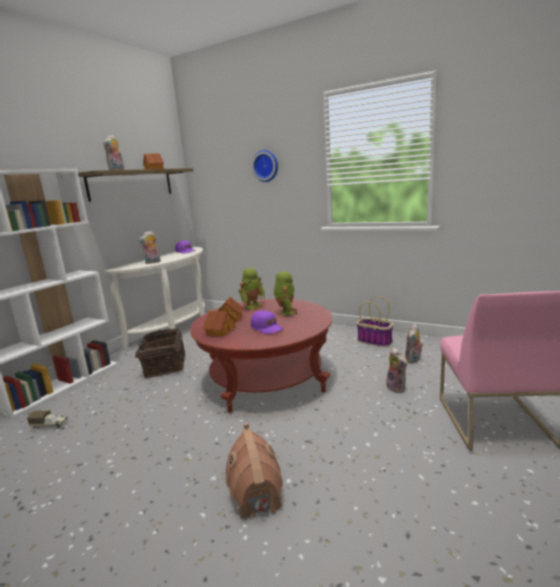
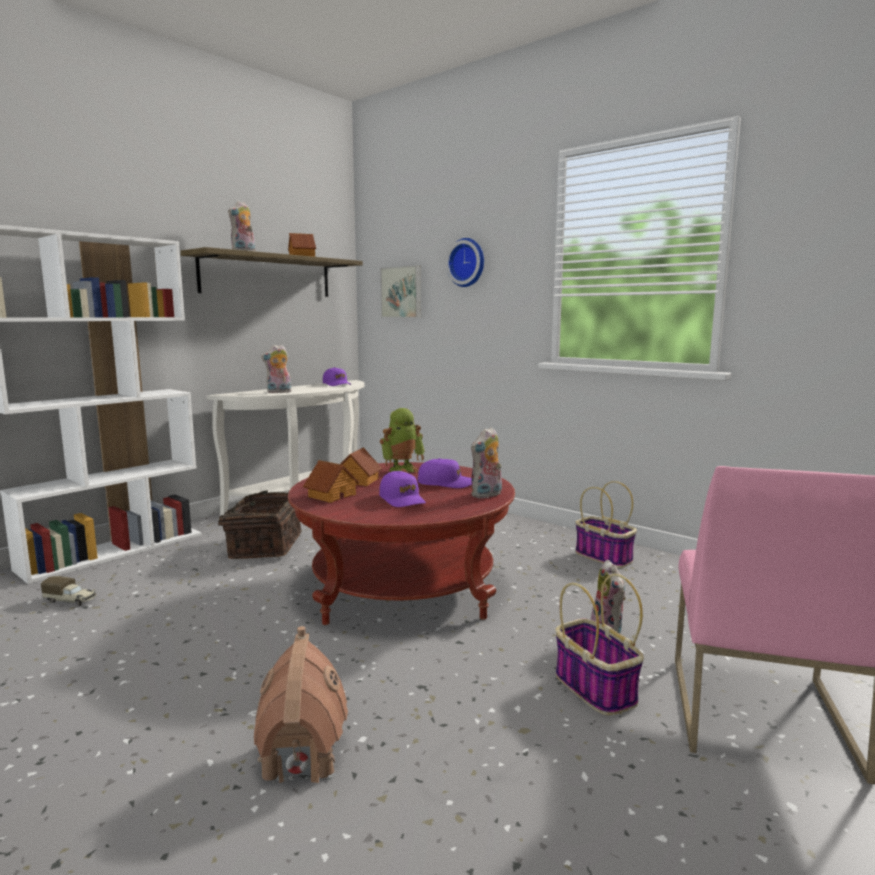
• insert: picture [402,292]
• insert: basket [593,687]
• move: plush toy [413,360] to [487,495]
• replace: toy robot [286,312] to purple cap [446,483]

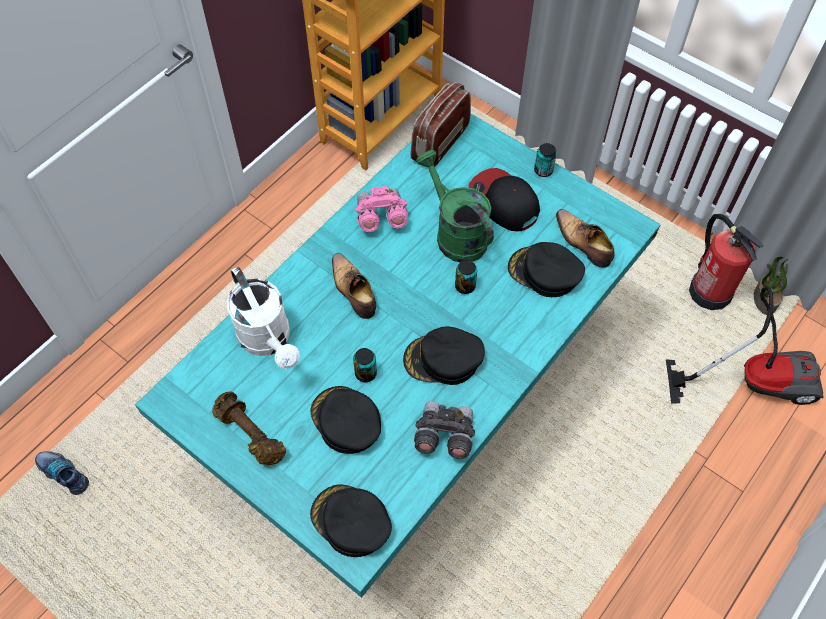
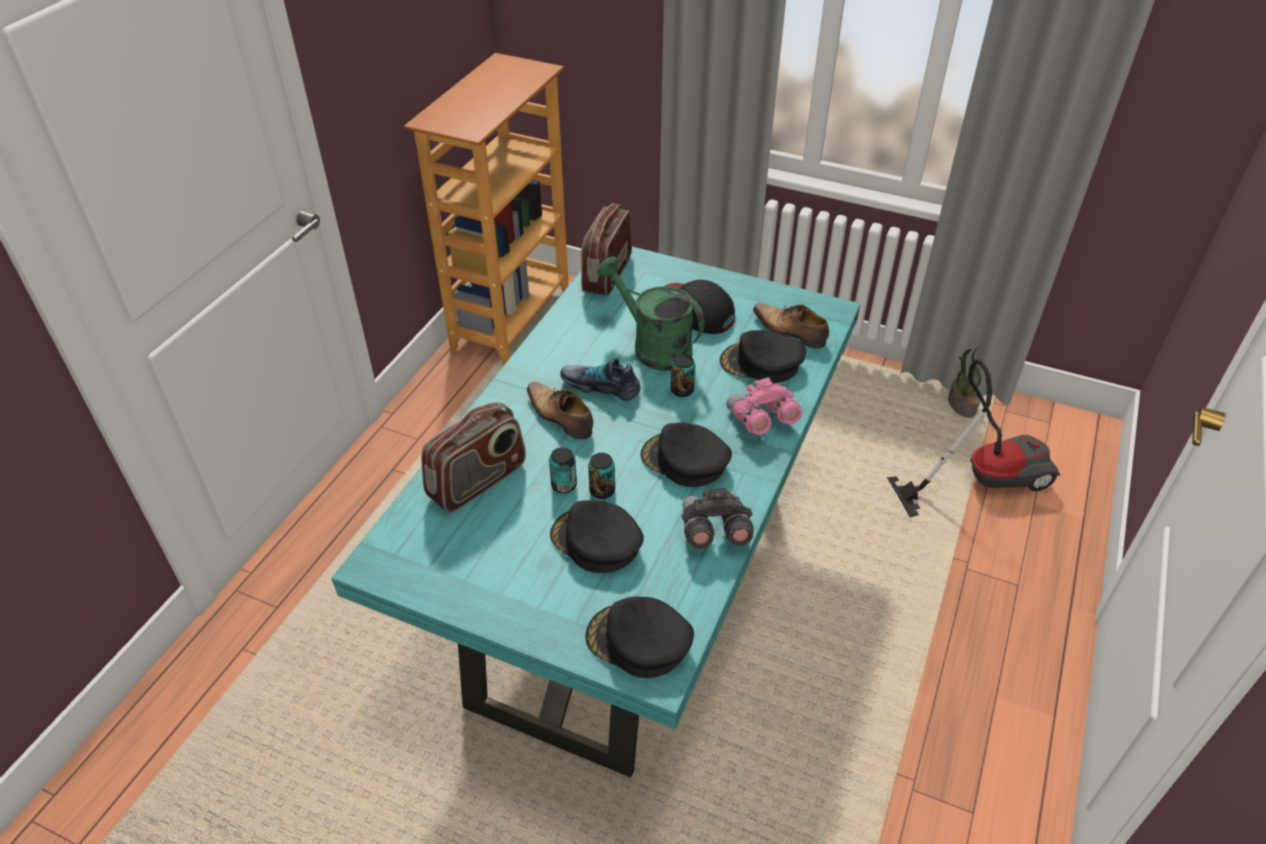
• delete: brown dumbbell [249,435]
• delete: fire extinguisher [709,291]
• move: shoe [64,473] to [601,386]
• move: pink binoculars [380,218] to [761,421]
• move: can [543,170] to [564,485]
• replace: white watering can [269,340] to radio [478,481]
• rotate: black cap [443,360] = [685,461] 45 degrees clockwise

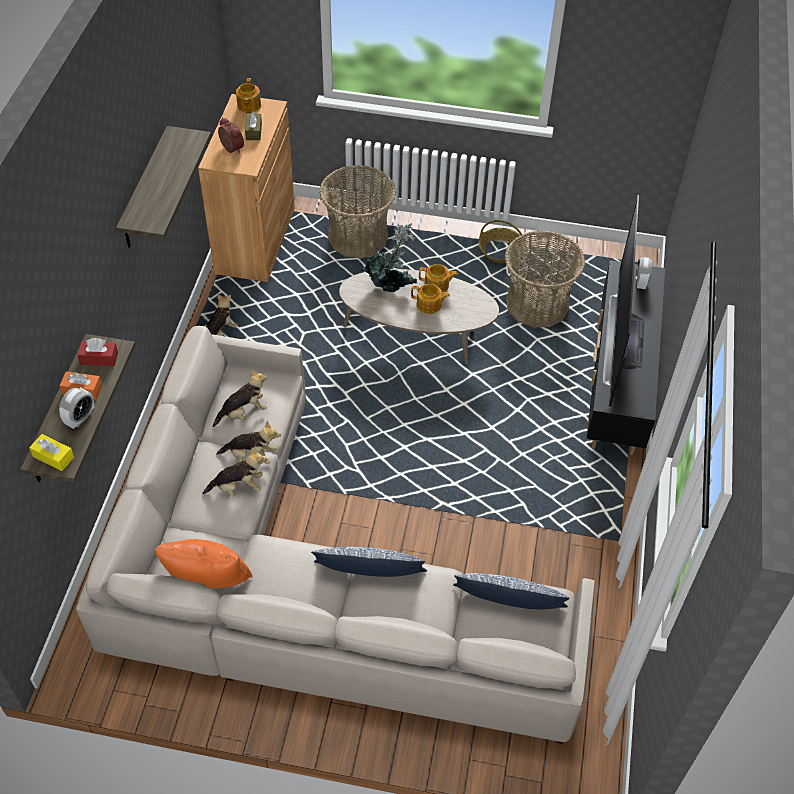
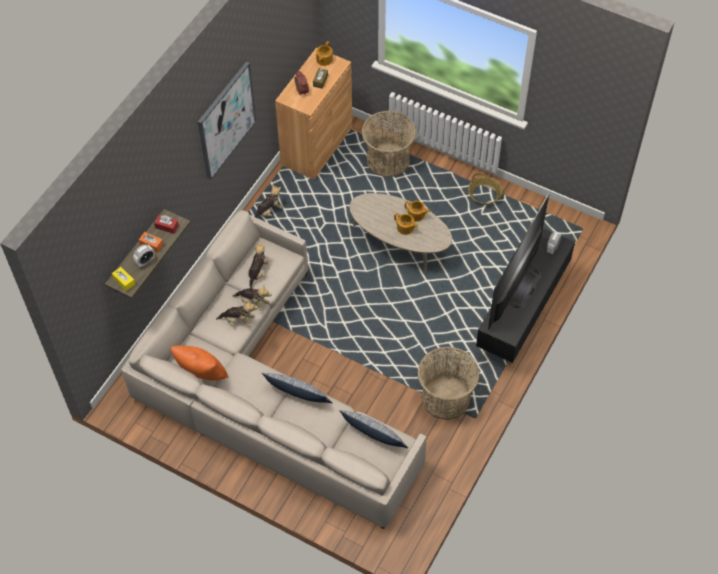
• delete: potted plant [391,285]
• move: basket [537,304] to [446,398]
• replace: shelf [145,190] to picture [226,120]
• rotate: plush toy [243,412] = [258,273] 60 degrees counterclockwise

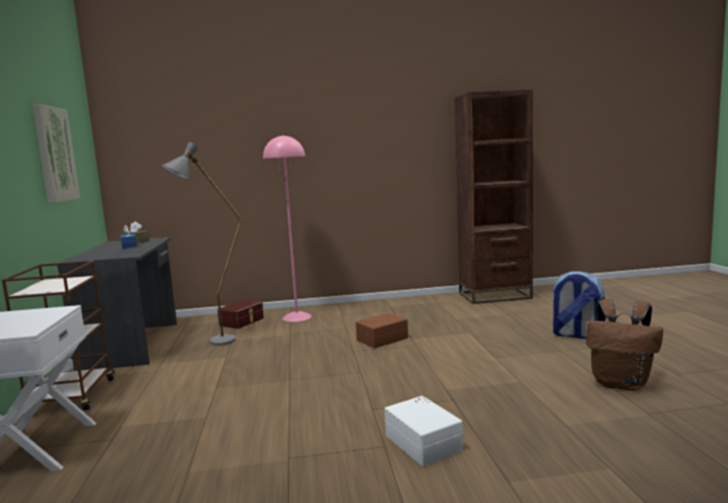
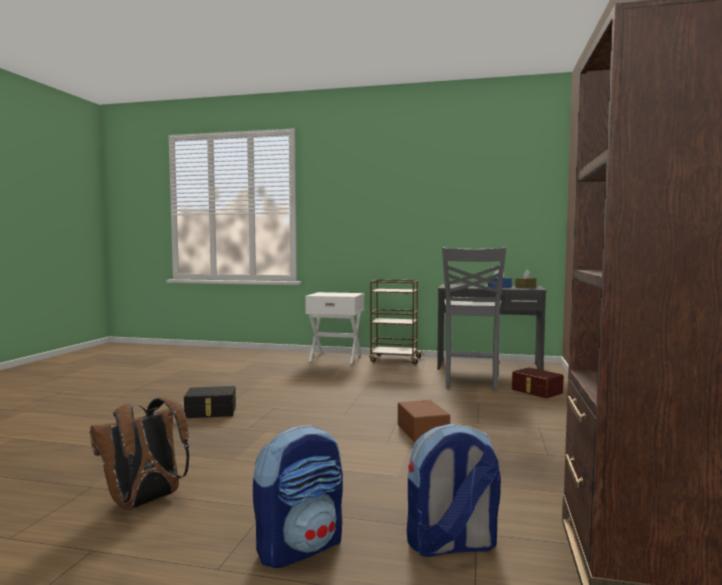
• delete: picture [55,154]
• delete: pink floor lamp [297,317]
• insert: backpack [451,545]
• replace: grey floor lamp [213,343] to grey chair [470,382]
• recolor: white storage box [424,442] to black storage box [211,412]

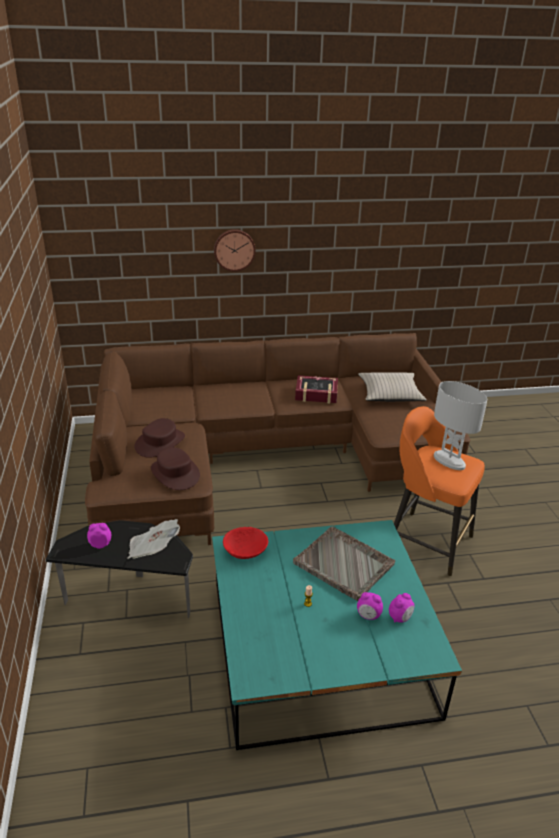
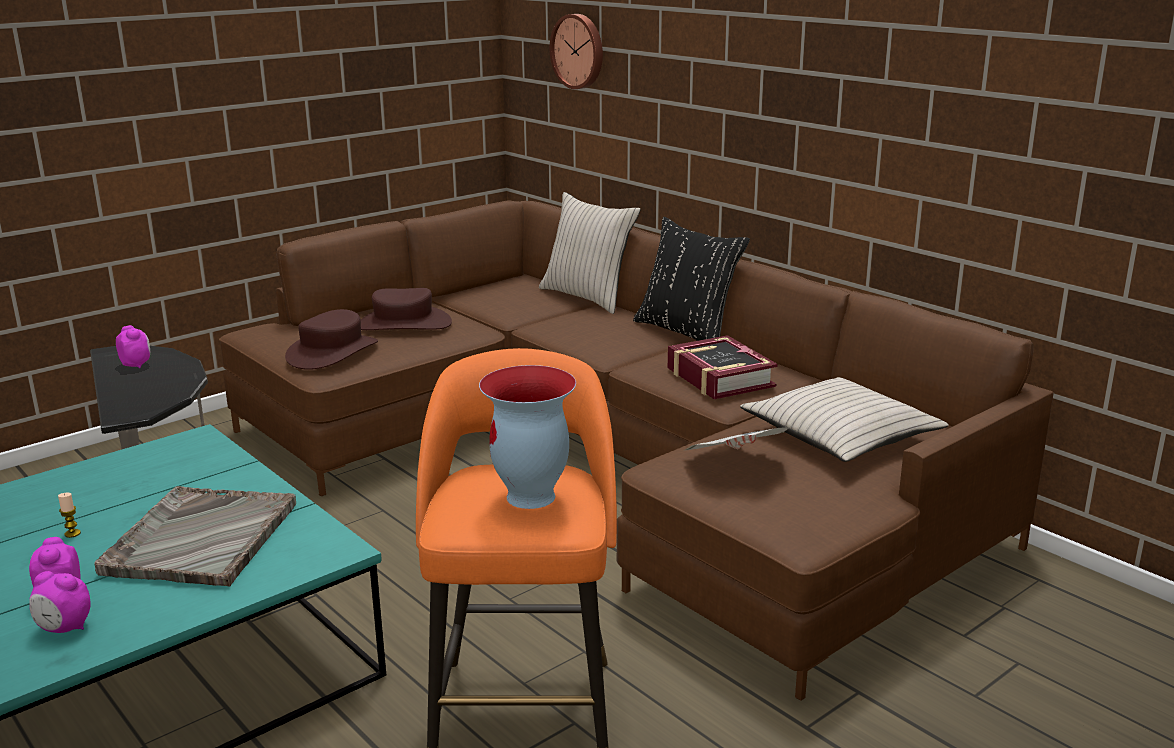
• delete: red bowl [245,551]
• insert: beige pillow [588,297]
• insert: black pillow [687,333]
• move: newspaper [153,550] to [734,465]
• move: wall clock [234,249] to [579,51]
• replace: white table lamp [449,461] to vase [531,497]

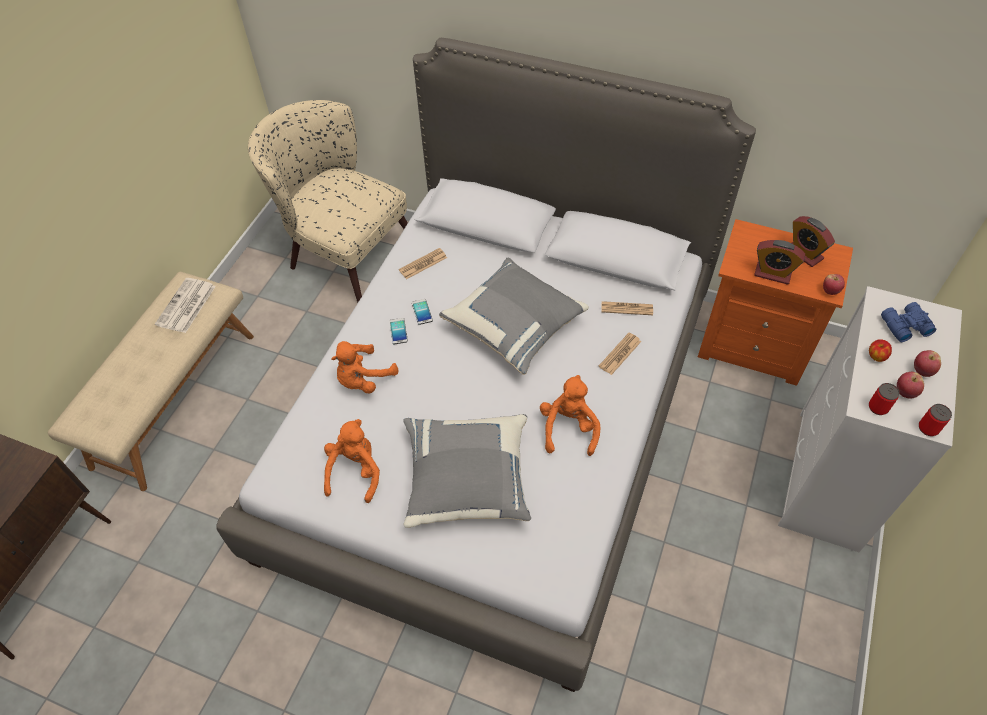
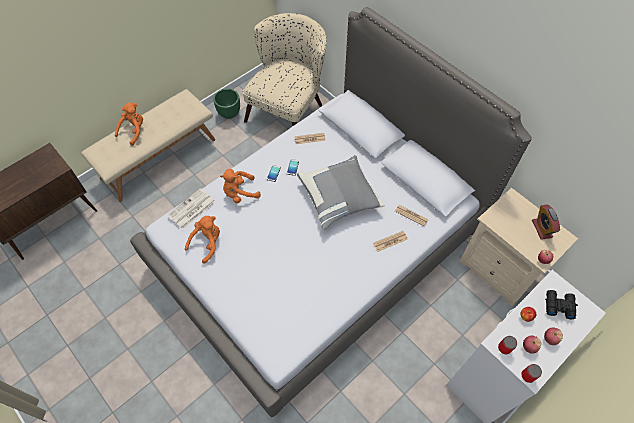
• delete: grey pillow [467,481]
• delete: alarm clock [772,274]
• insert: green planter [229,113]
• move: newspaper [186,306] to [191,209]
• move: orange plush toy [568,428] to [134,131]
• recolor: orange nightstand [753,346] to beige nightstand [499,270]
• recolor: blue binoculars [903,326] to black binoculars [558,305]
• rotate: beige armchair [343,250] = [289,108] 60 degrees clockwise

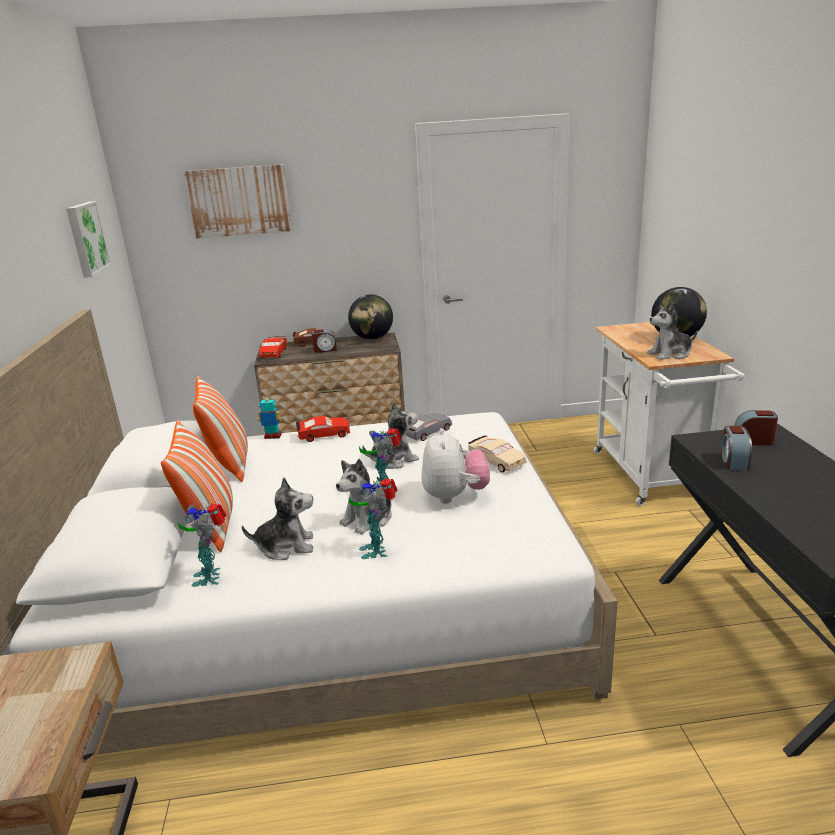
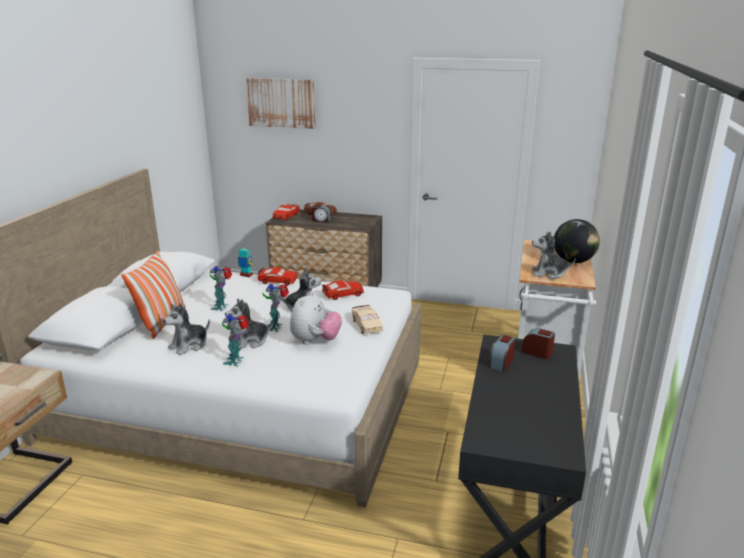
• delete: picture [86,238]
• delete: pillow [229,464]
• delete: globe [372,338]
• move: toy robot [211,576] to [222,307]
• recolor: grey toy car [426,432] to red toy car [343,294]
• rotate: plush toy [286,546] = [189,345] 120 degrees clockwise

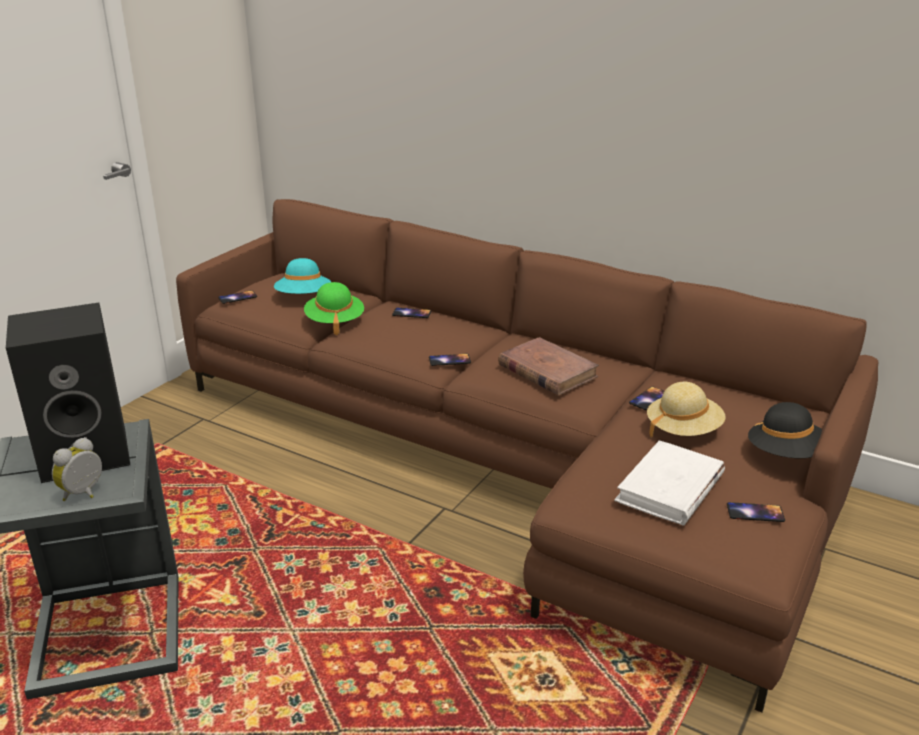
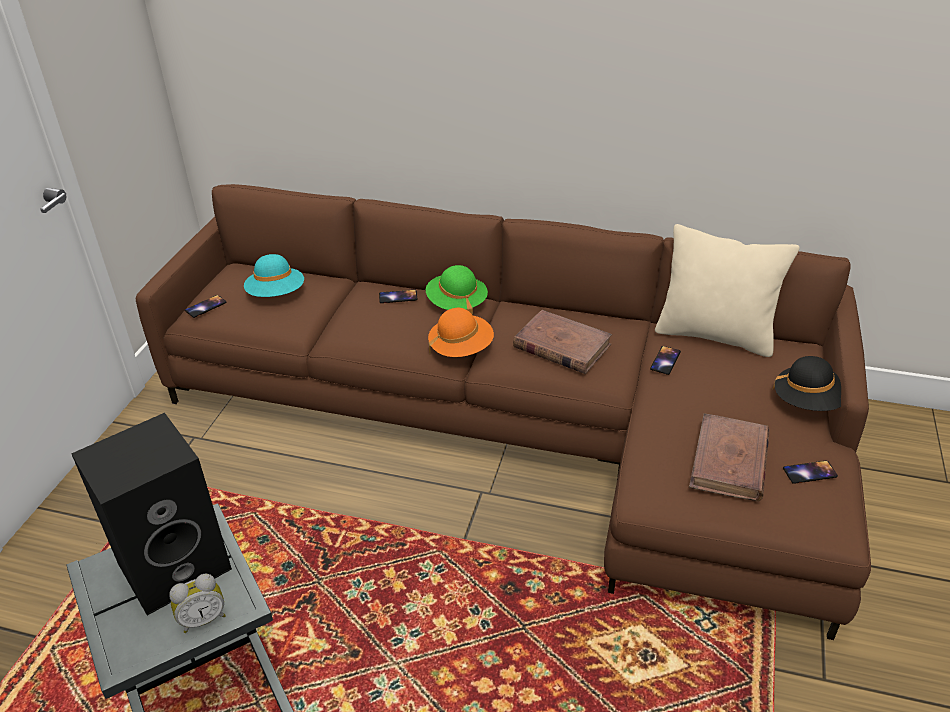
• delete: beige hat [683,430]
• insert: beige pillow [715,335]
• move: green hat [334,322] to [456,304]
• replace: phone [449,360] to orange hat [461,348]
• recolor: white book [670,488] to brown book [729,462]
• rotate: alarm clock [84,494] = [203,618] 135 degrees counterclockwise

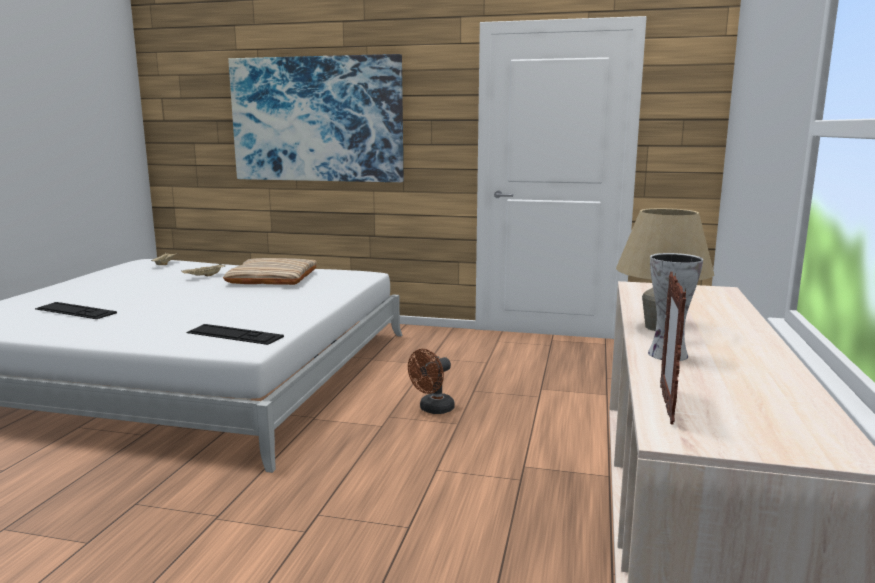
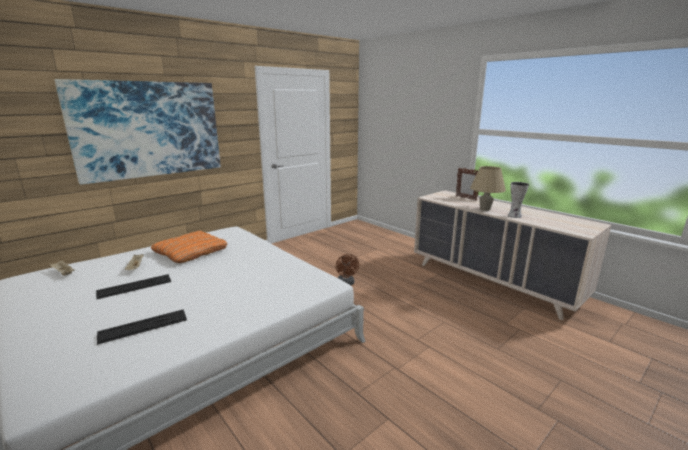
• move: keyboard [234,335] to [134,286]
• move: picture frame [667,404] to [466,198]
• recolor: beige pillow [272,279] to orange pillow [190,251]

